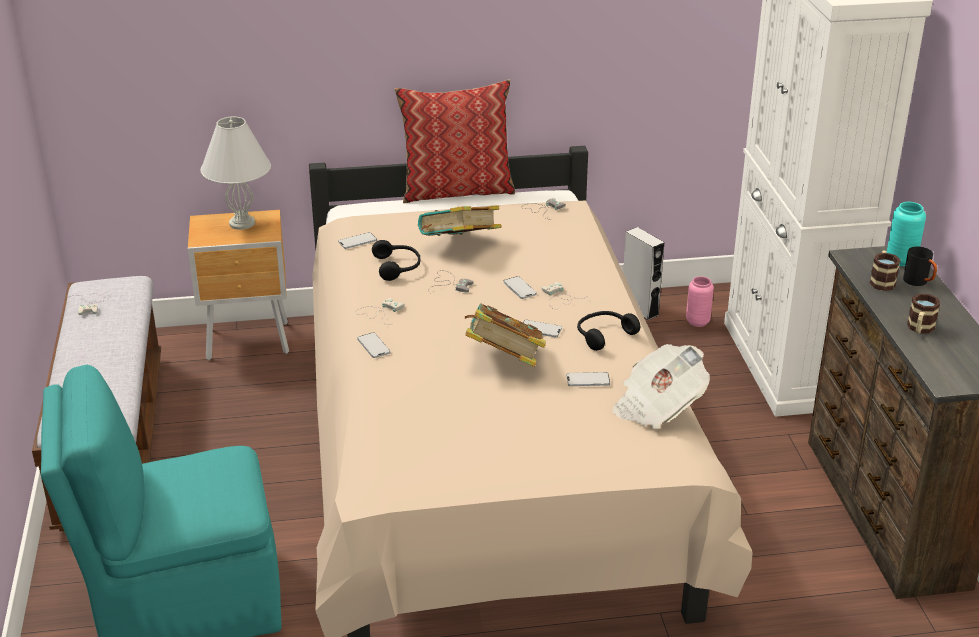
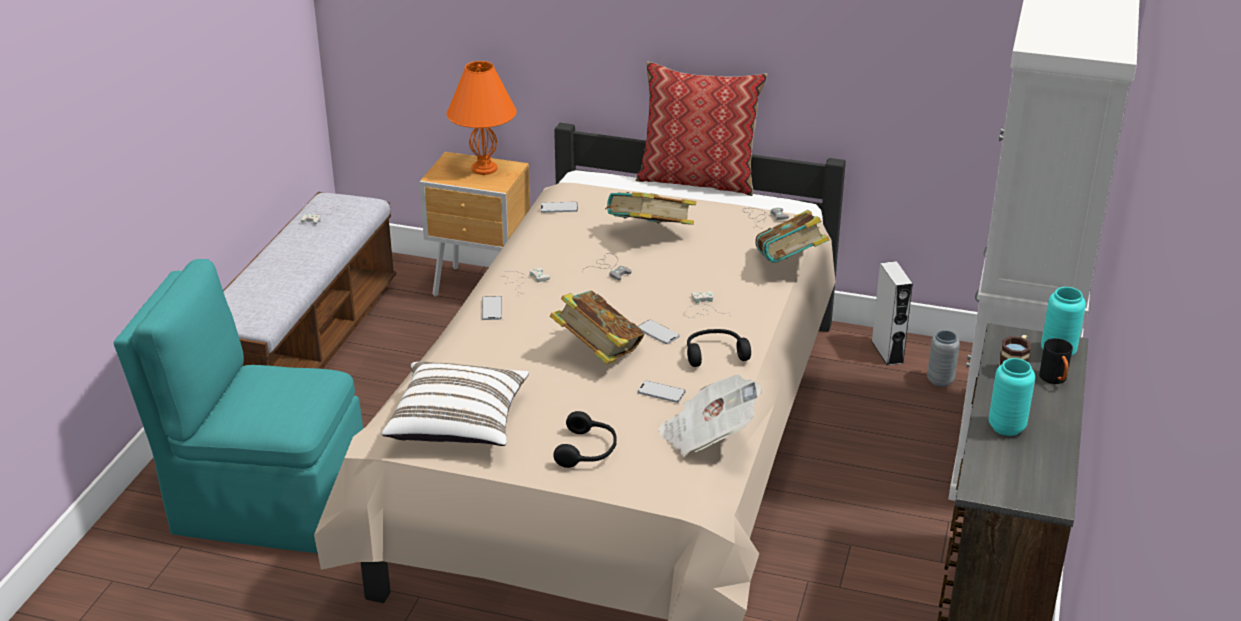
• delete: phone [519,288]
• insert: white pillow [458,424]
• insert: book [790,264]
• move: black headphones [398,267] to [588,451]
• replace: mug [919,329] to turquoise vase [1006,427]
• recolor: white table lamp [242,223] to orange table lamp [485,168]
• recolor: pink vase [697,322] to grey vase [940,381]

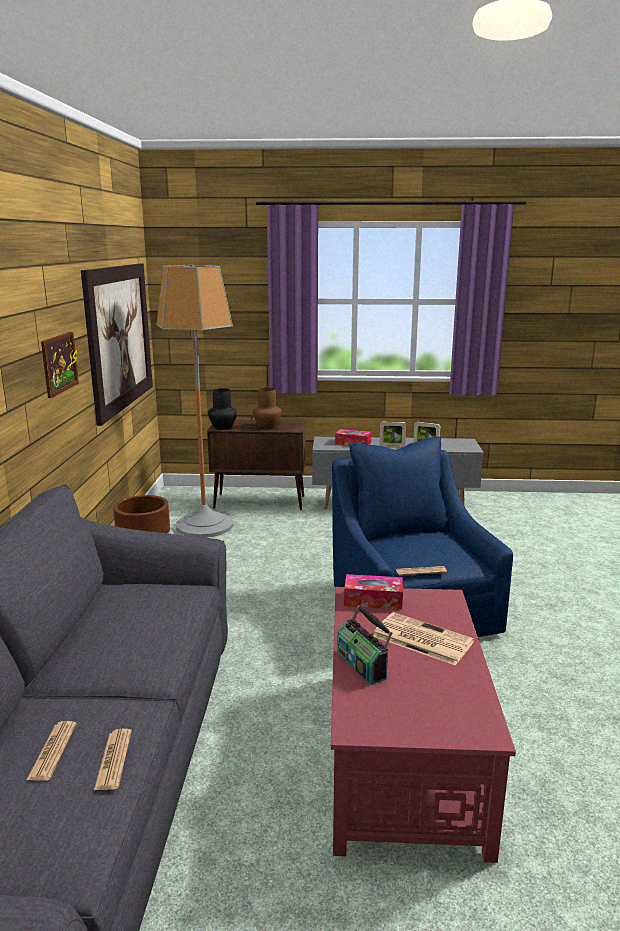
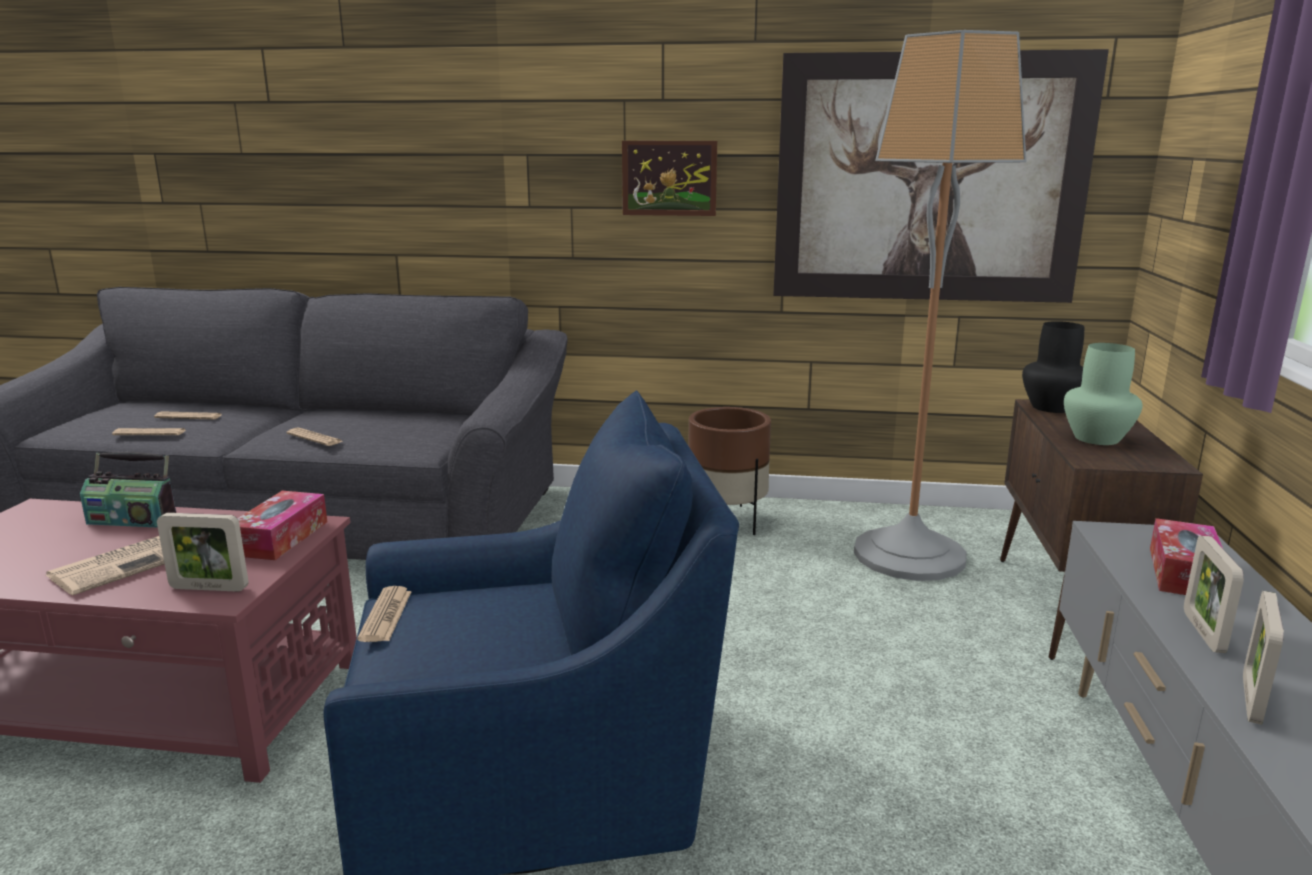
• insert: picture frame [209,588]
• insert: newspaper [314,438]
• recolor: brown vase [267,426] to green vase [1095,438]
• rotate: radio [362,664] = [133,520] 150 degrees counterclockwise

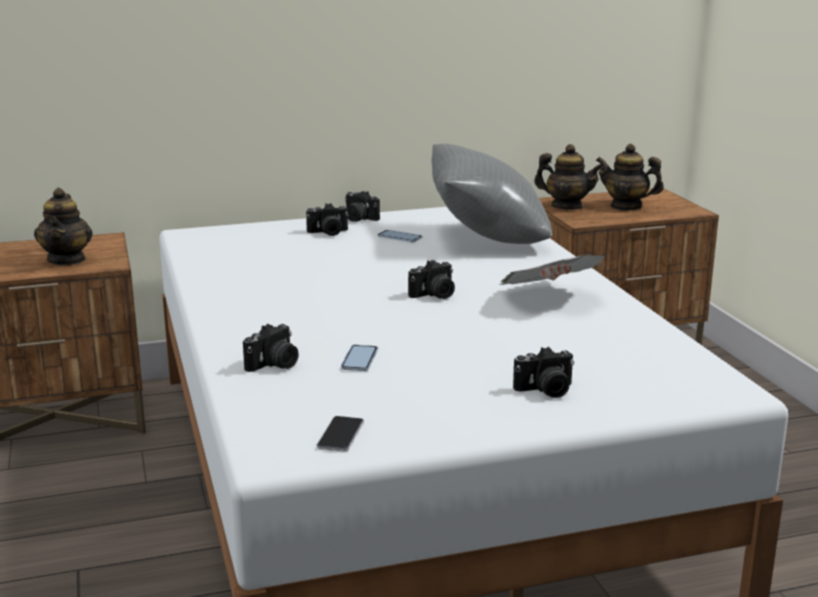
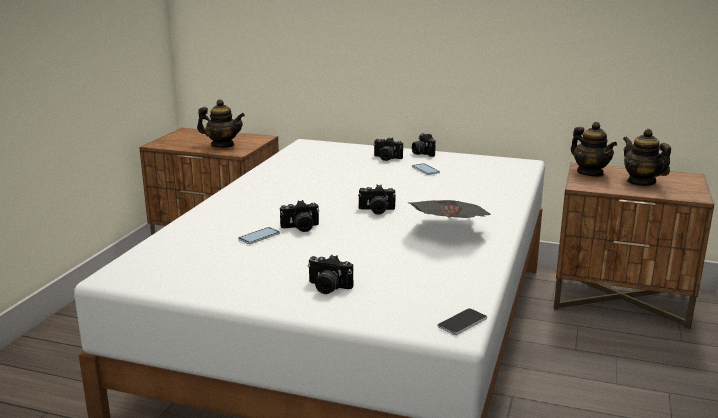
• delete: grey pillow [487,239]
• move: photo camera [274,365] to [300,228]
• move: phone [340,435] to [462,322]
• rotate: teapot [67,260] = [222,145] 105 degrees counterclockwise

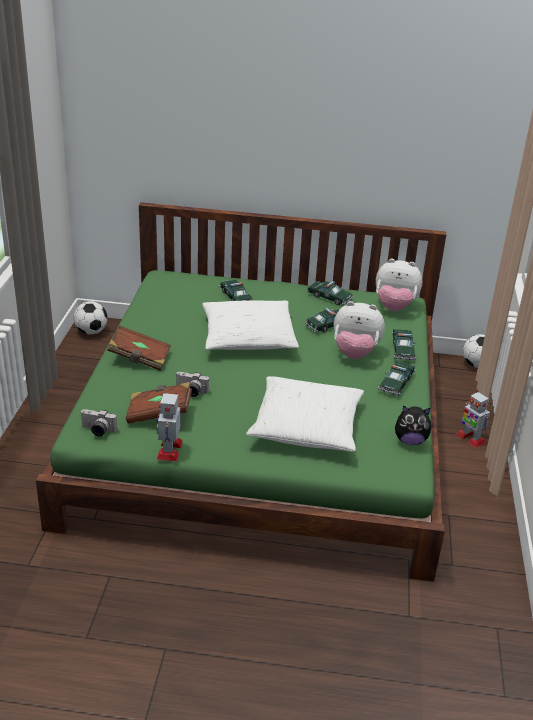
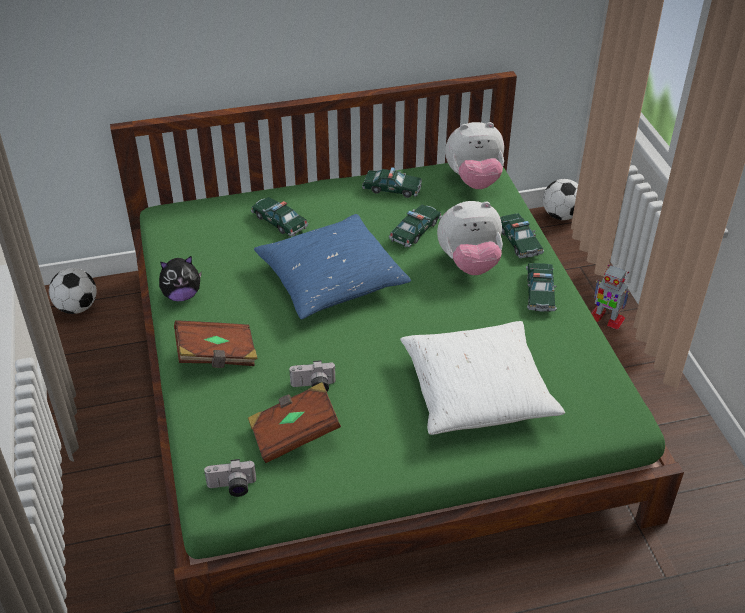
• delete: toy robot [169,449]
• move: plush toy [410,441] to [182,295]
• recolor: white pillow [248,337] to blue pillow [331,279]

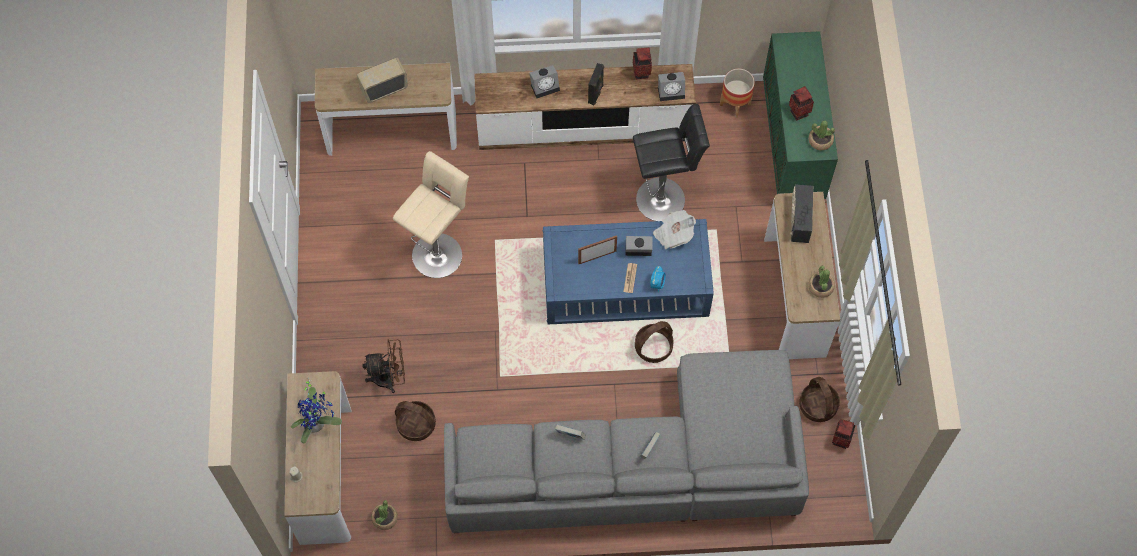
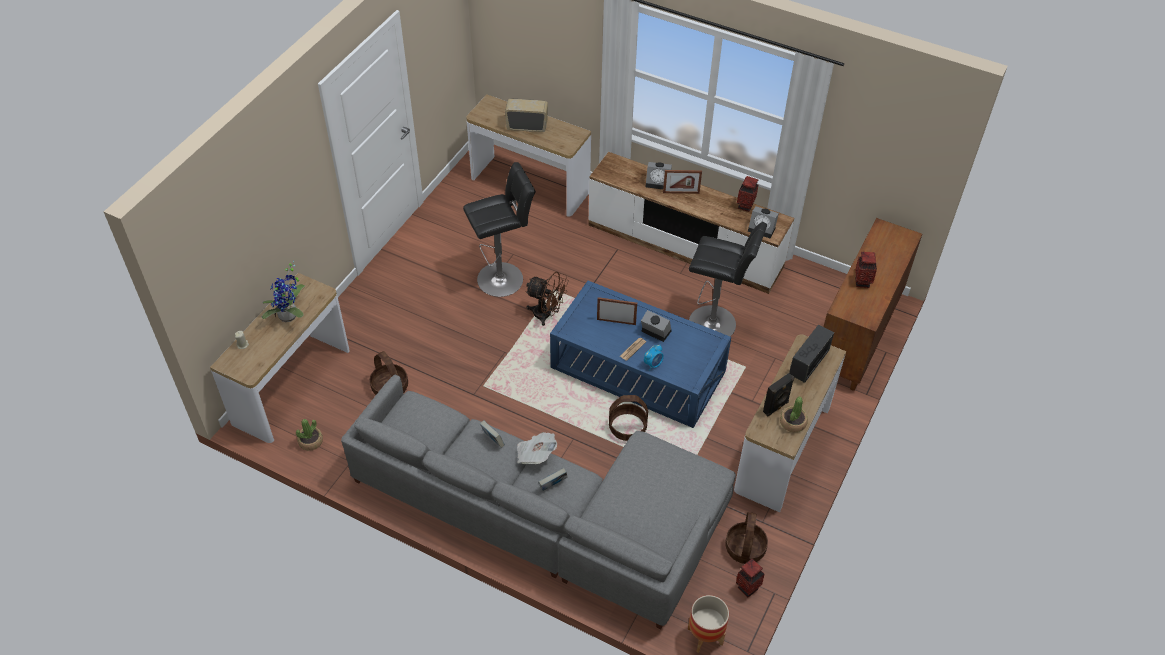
• delete: potted plant [820,140]
• insert: picture frame [681,192]
• move: brown fan [390,378] to [547,315]
• move: black speaker [596,94] to [776,407]
• move: newspaper [673,234] to [535,454]
• move: planter [735,104] to [705,636]
• recolor: beige stool [439,252] to black stool [503,278]
• recolor: green cabinet [792,145] to brown cabinet [857,337]

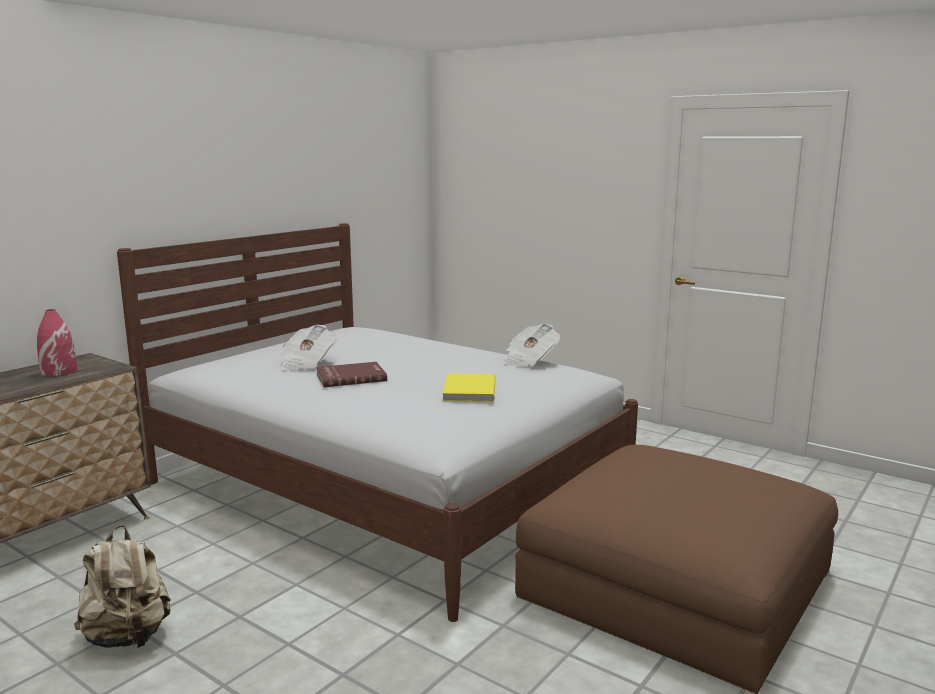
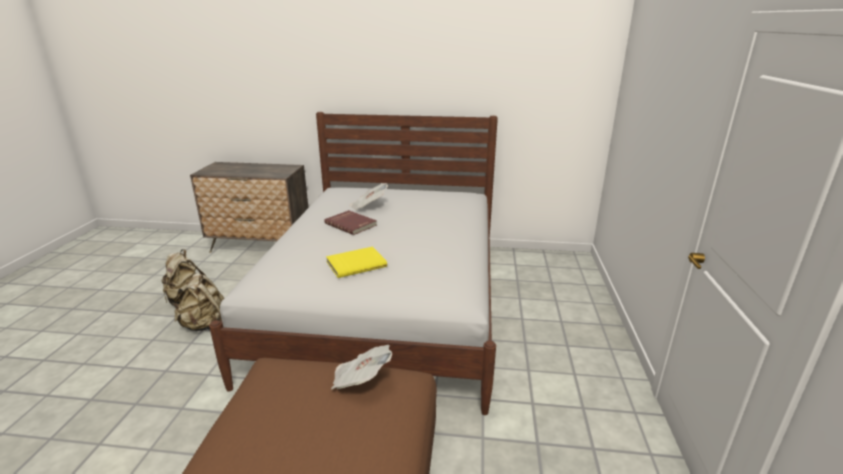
• delete: red vase [58,371]
• insert: beige backpack [205,325]
• move: newspaper [529,360] to [361,380]

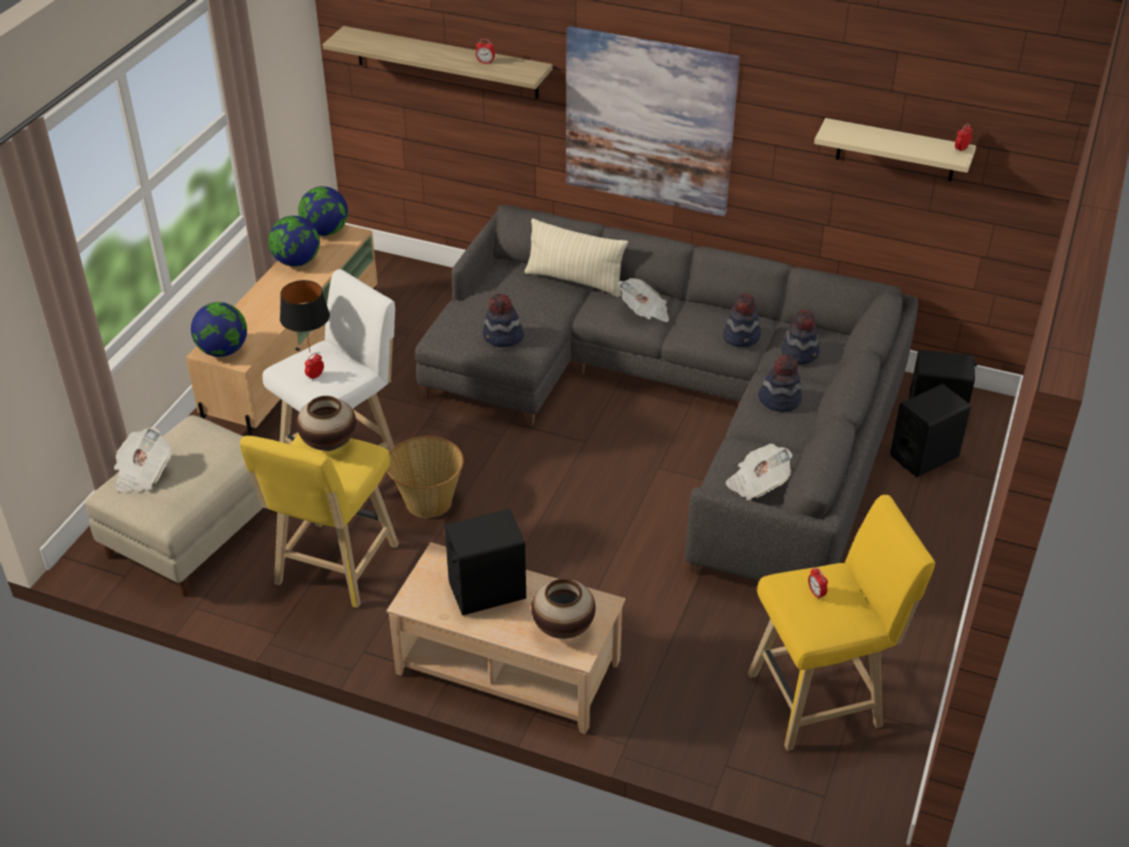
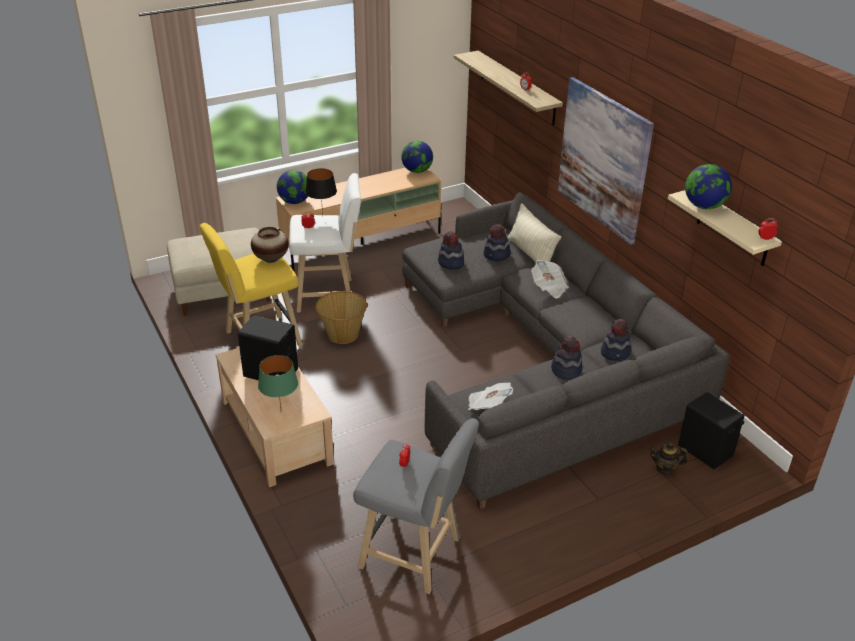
• delete: newspaper [142,474]
• move: globe [297,262] to [704,206]
• move: hat [742,337] to [496,255]
• replace: vase [563,628] to green table lamp [281,411]
• replace: black speaker [924,456] to teapot [665,469]
• recolor: yellow stool [821,698] to grey stool [415,555]

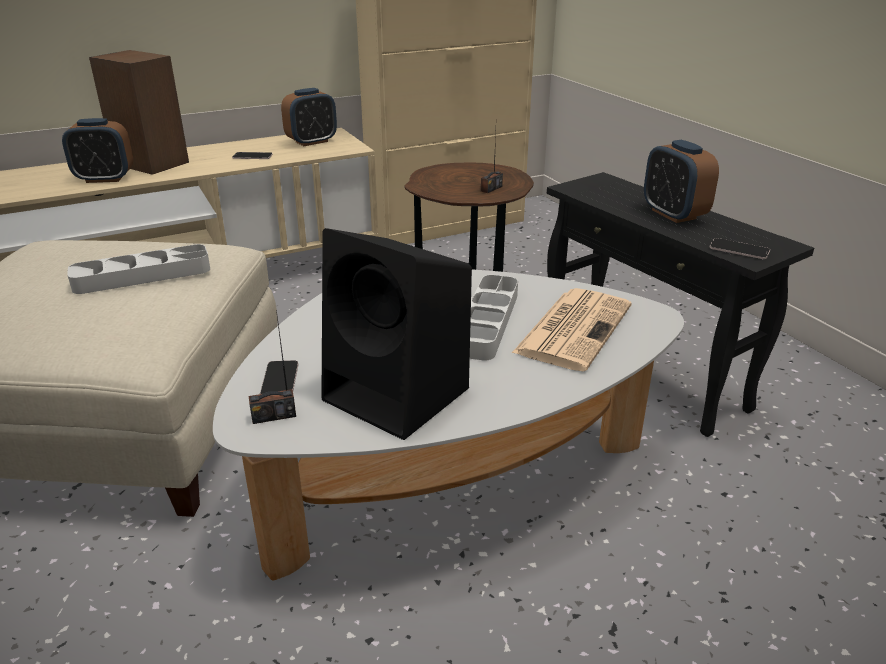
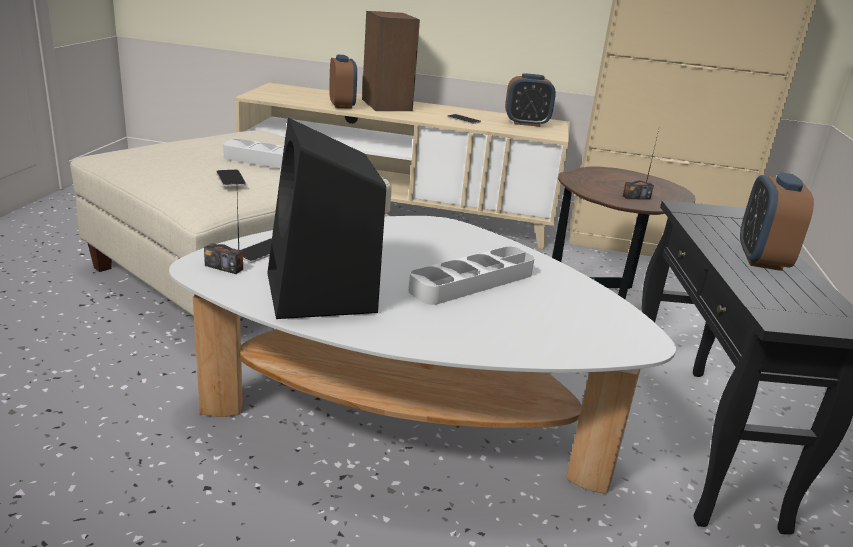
• delete: newspaper [573,328]
• move: phone [739,249] to [231,179]
• rotate: alarm clock [105,179] = [342,105] 135 degrees counterclockwise

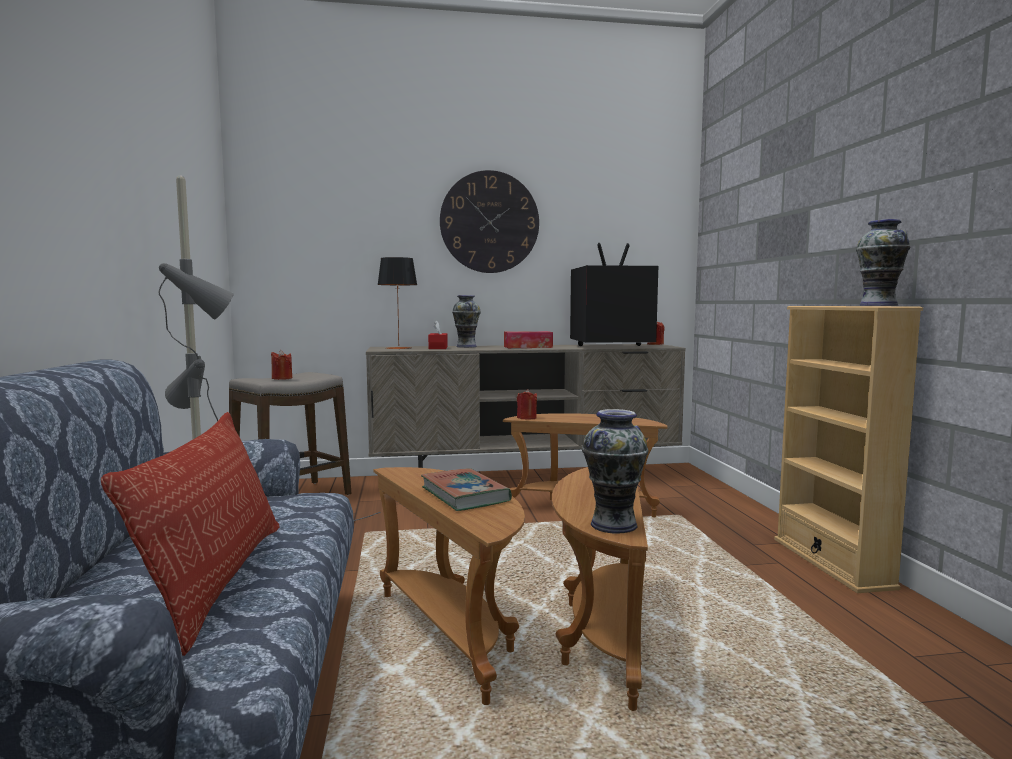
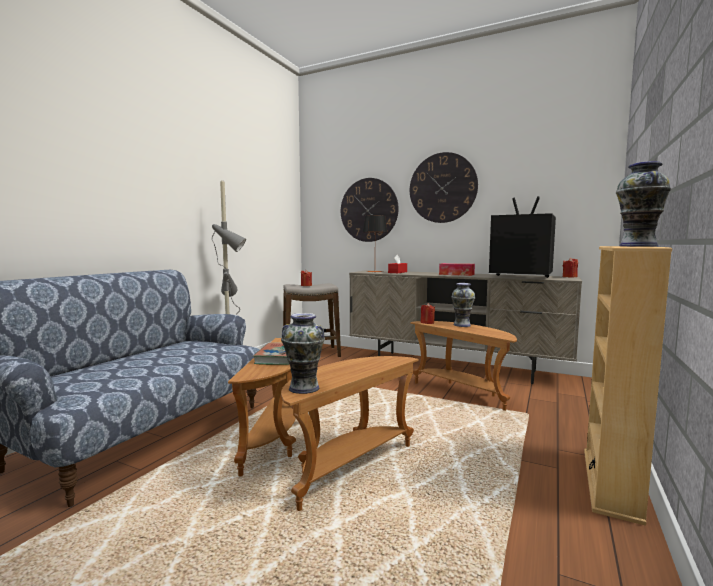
• delete: pillow [218,579]
• insert: wall clock [369,210]
• move: vase [466,346] to [461,325]

